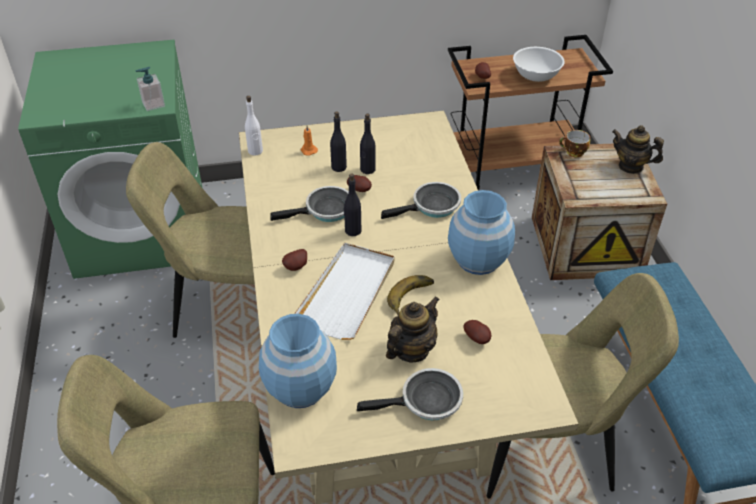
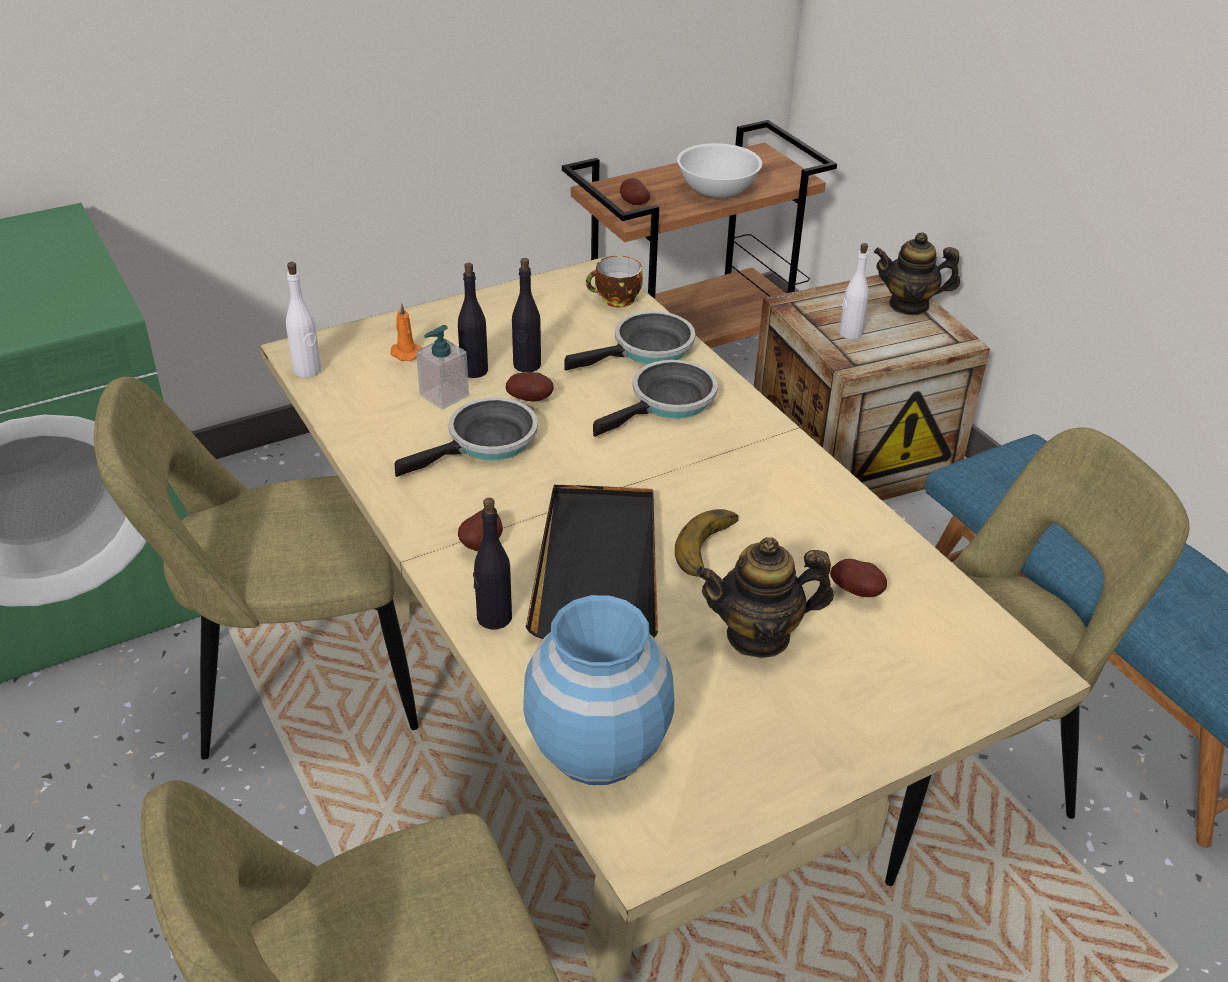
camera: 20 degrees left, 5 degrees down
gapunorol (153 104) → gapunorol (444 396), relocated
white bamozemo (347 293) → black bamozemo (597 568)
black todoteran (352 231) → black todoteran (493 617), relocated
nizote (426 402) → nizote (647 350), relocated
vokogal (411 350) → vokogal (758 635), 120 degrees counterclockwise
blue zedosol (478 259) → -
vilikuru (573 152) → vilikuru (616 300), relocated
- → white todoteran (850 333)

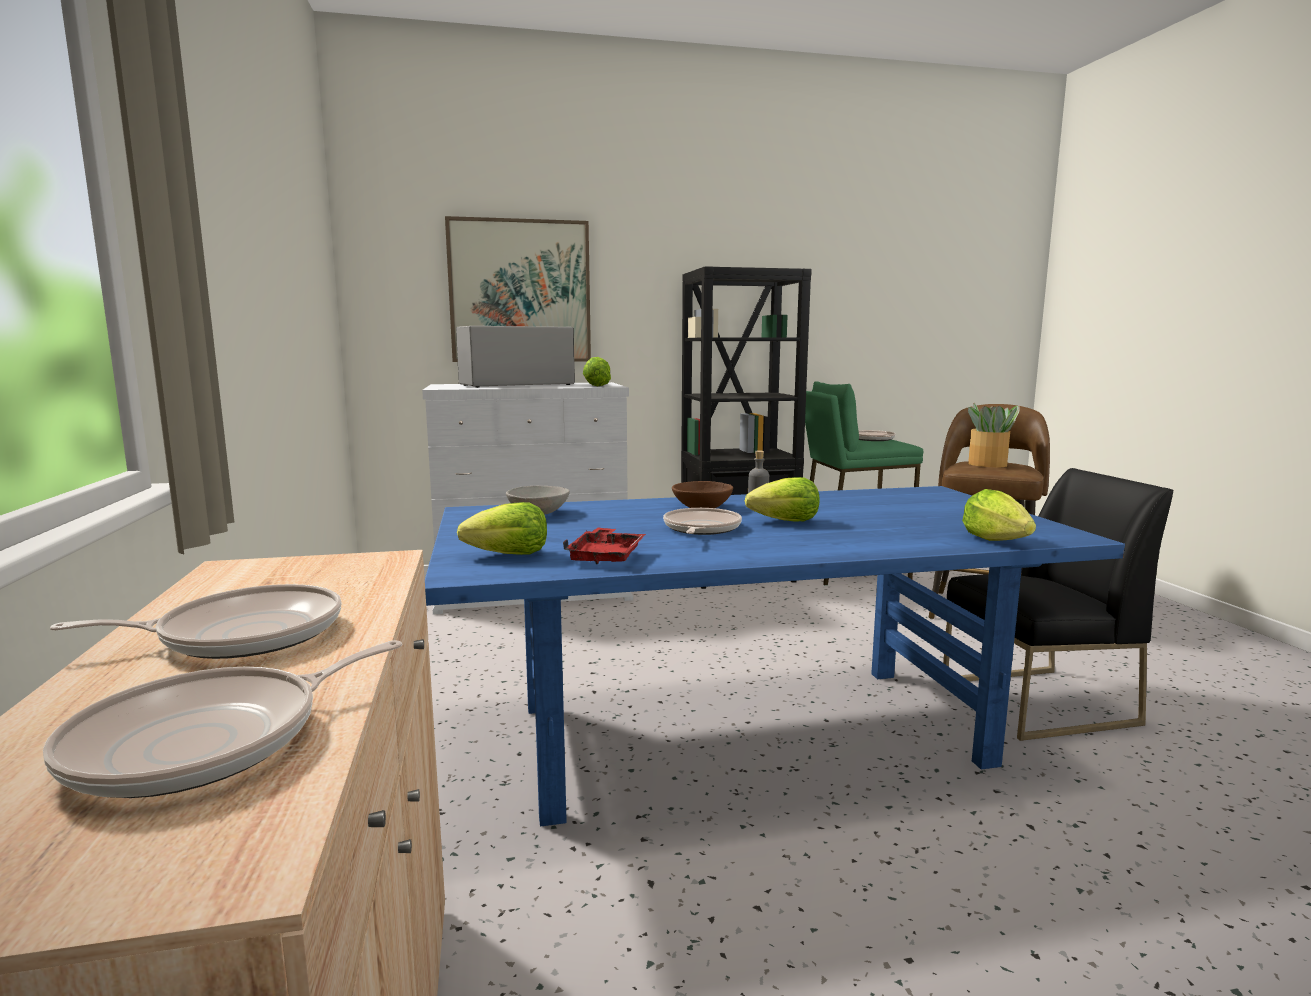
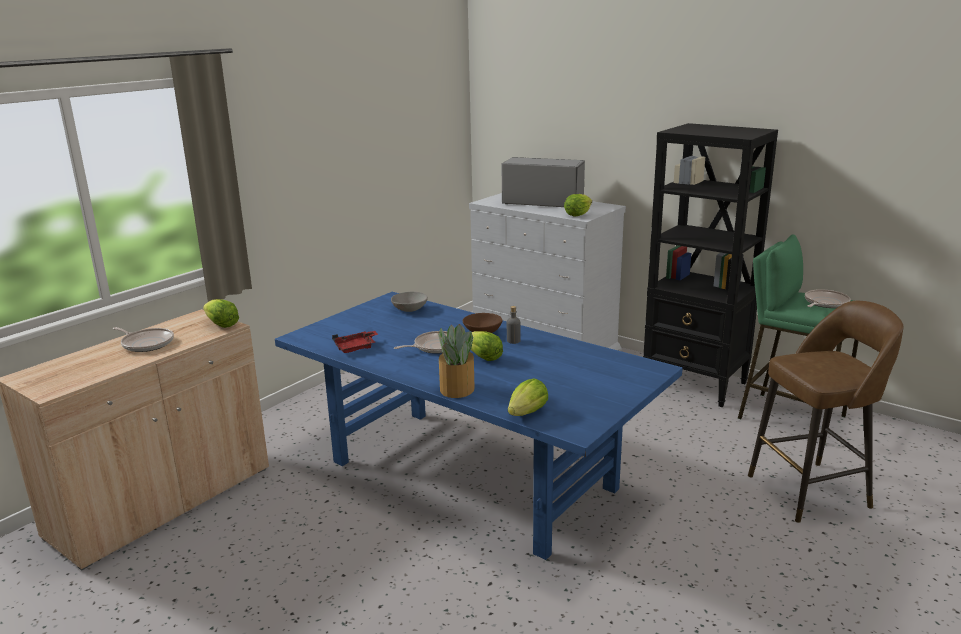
camera: 50 degrees right, 10 degrees up
nizote (210 741) → -
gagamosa (520 291) → -
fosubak (509 555) → fosubak (221 325), relocated
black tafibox (1037 703) → -
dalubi (988 464) → dalubi (456 389), relocated

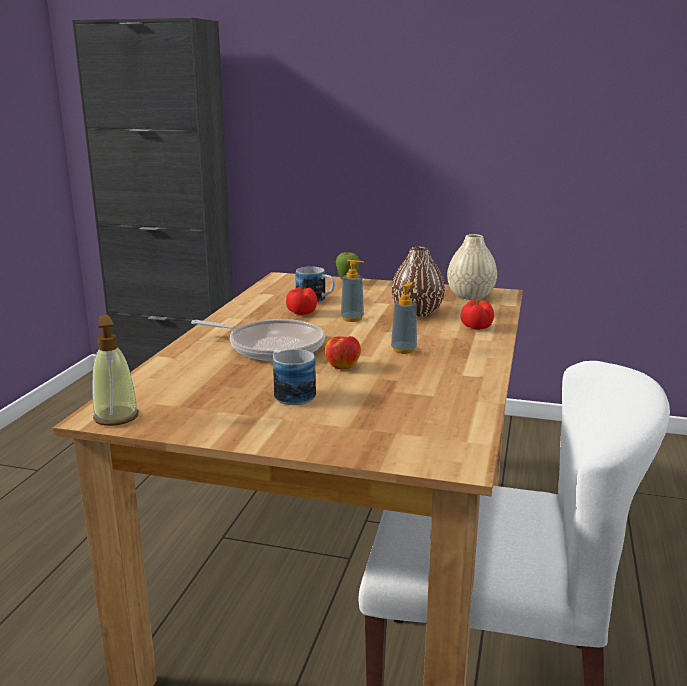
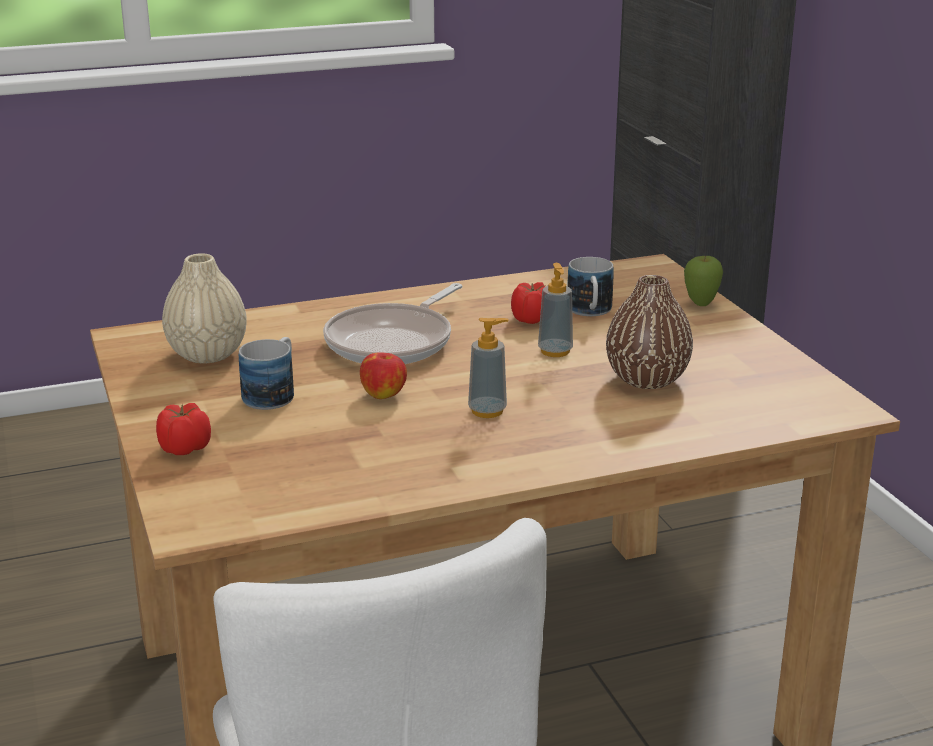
camera: 55 degrees right, 5 degrees up
gapunorol (116 416) → -
nizote (271 346) → nizote (394 342), 45 degrees clockwise
beige zedosol (470 296) → beige zedosol (207 354), relocated
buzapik (475 327) → buzapik (184 448), relocated

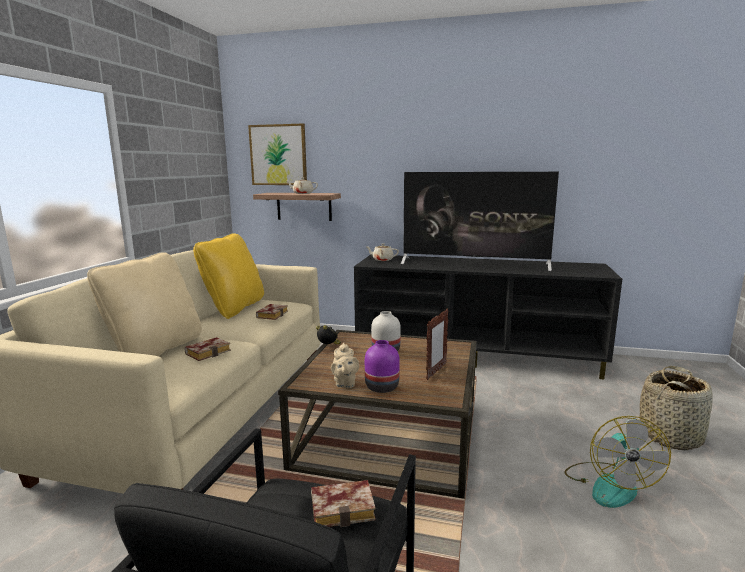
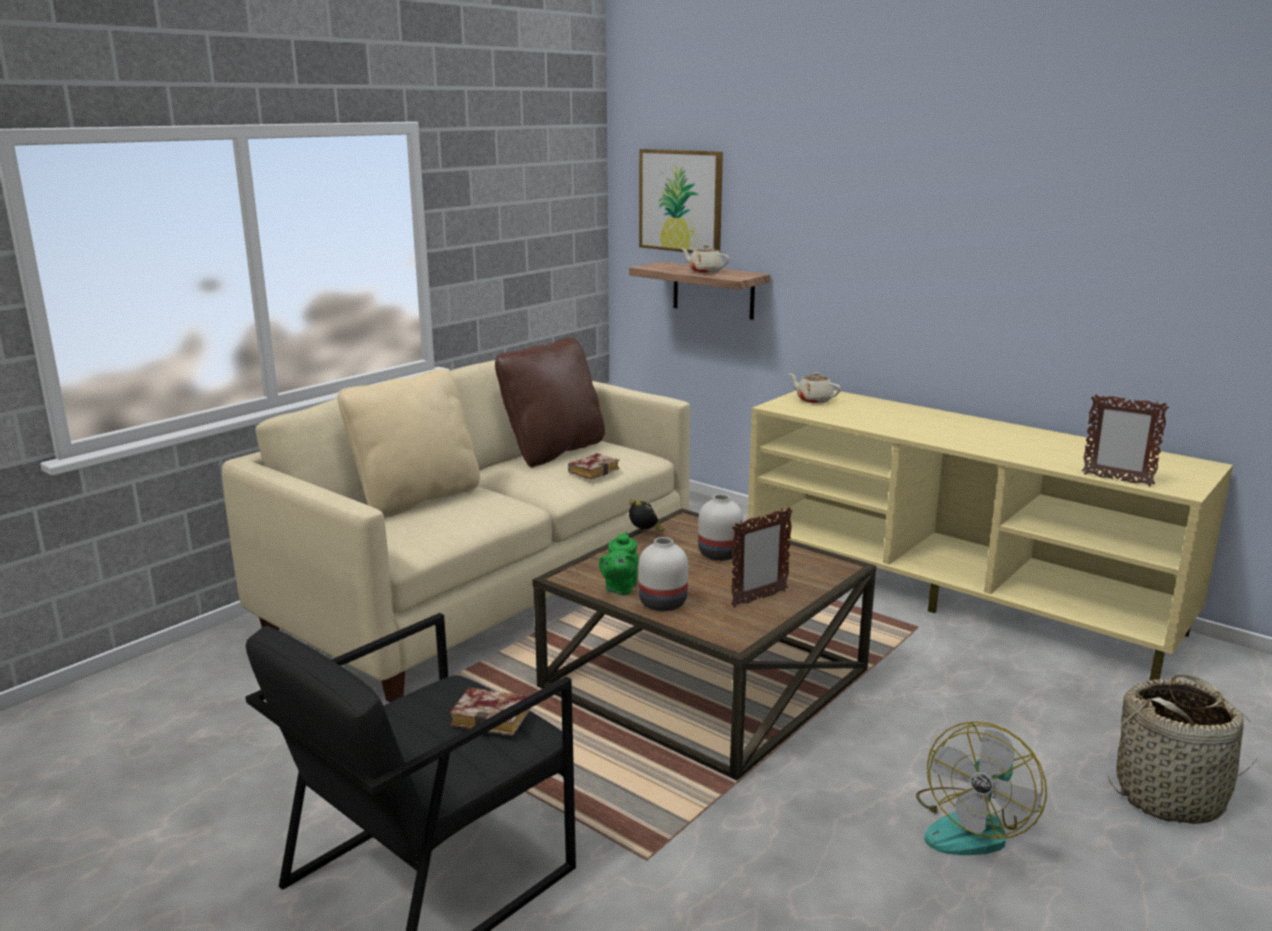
camera: 25 degrees right, 5 degrees up
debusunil (209 352) → -
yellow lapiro (234 308) → brown lapiro (553 451)
beige vokogal (344 383) → green vokogal (620 588)
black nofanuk (476 355) → beige nofanuk (955 593)
purple zedosol (382 387) → white zedosol (664 603)
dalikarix (474 264) → -
- → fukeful (1116 480)

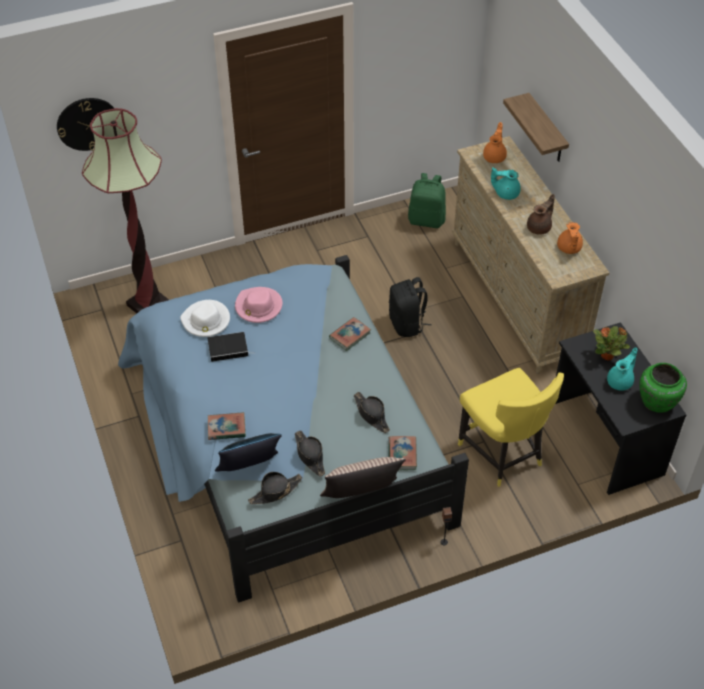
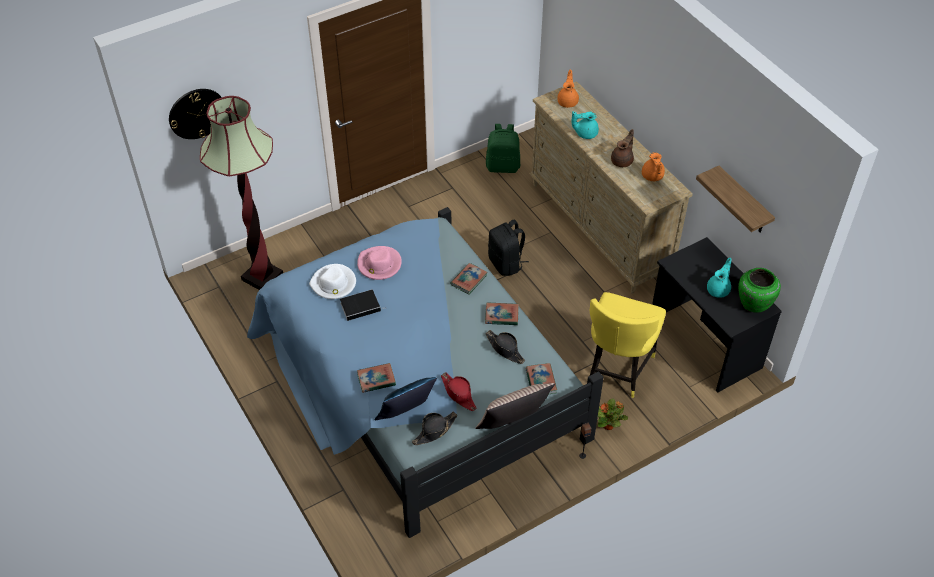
camera: 10 degrees left, 0 degrees up
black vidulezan (310 456) → red vidulezan (458 394)
yellow tafibox (502 454) → yellow tafibox (617 370), 60 degrees clockwise
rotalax (546 130) → rotalax (743 202), relocated
dalubi (607 356) → dalubi (608 425), relocated
- → debusunil (501 316)

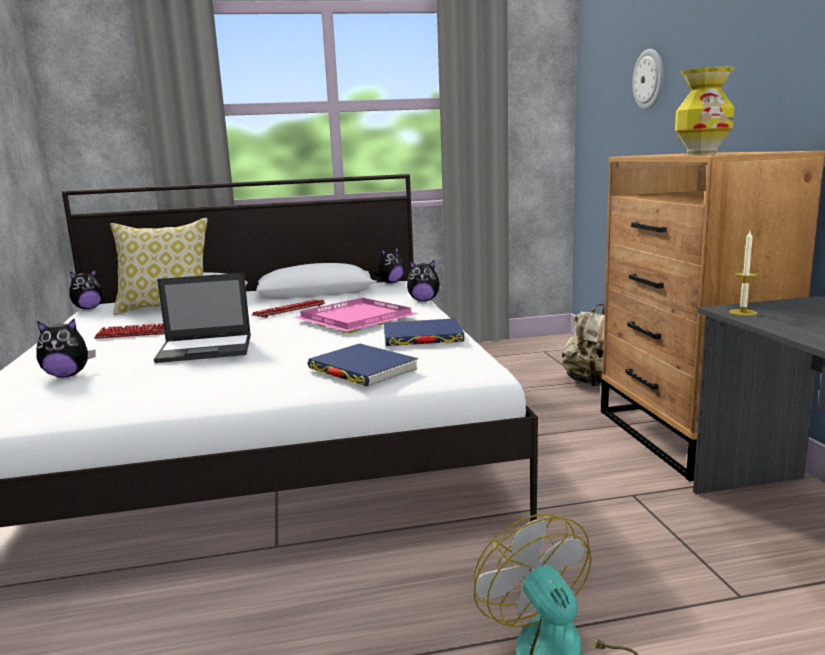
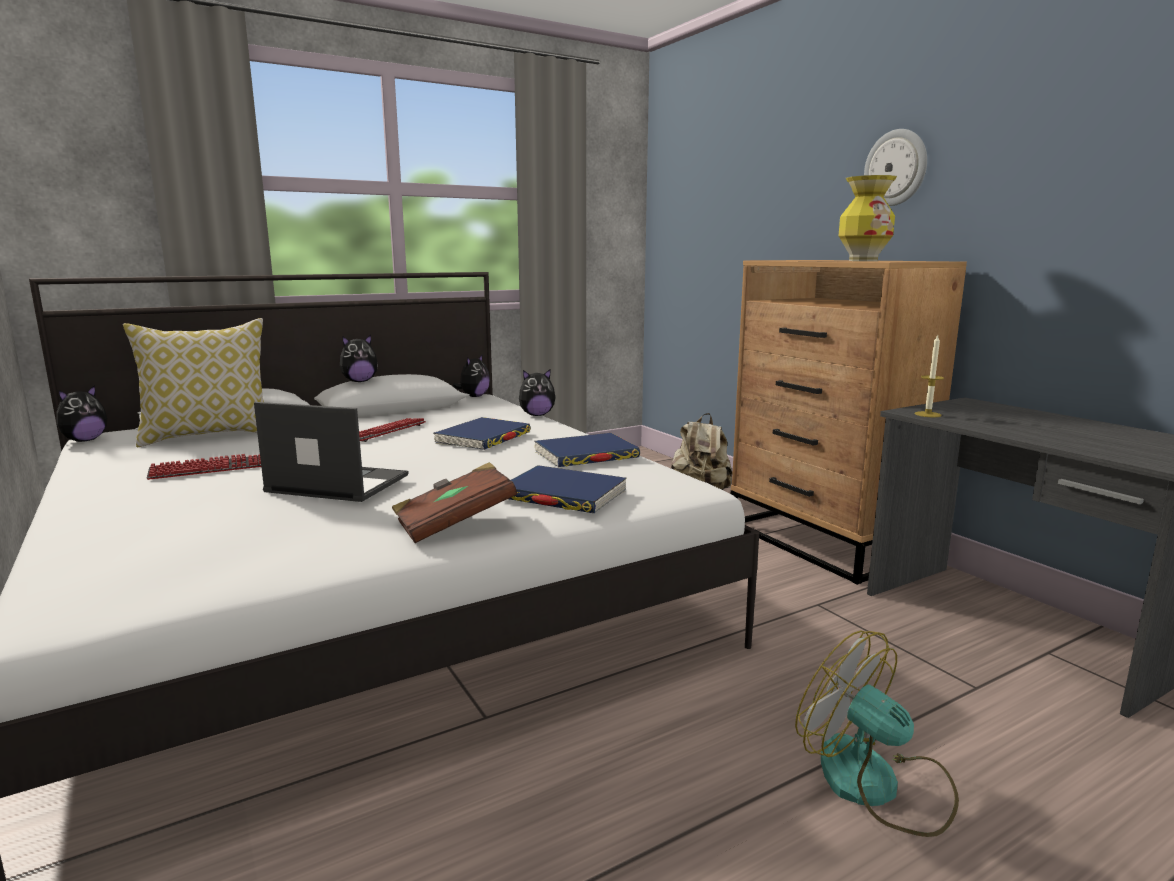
camera: 20 degrees left, 0 degrees up
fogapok (67 375) → fogapok (359 381), relocated
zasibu (206 349) → zasibu (336 483), 135 degrees counterclockwise
pink bamozemo (356 319) → blue debusunil (483 438)
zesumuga (649 79) → zesumuga (896 168), relocated
- → brown debusunil (454 524)

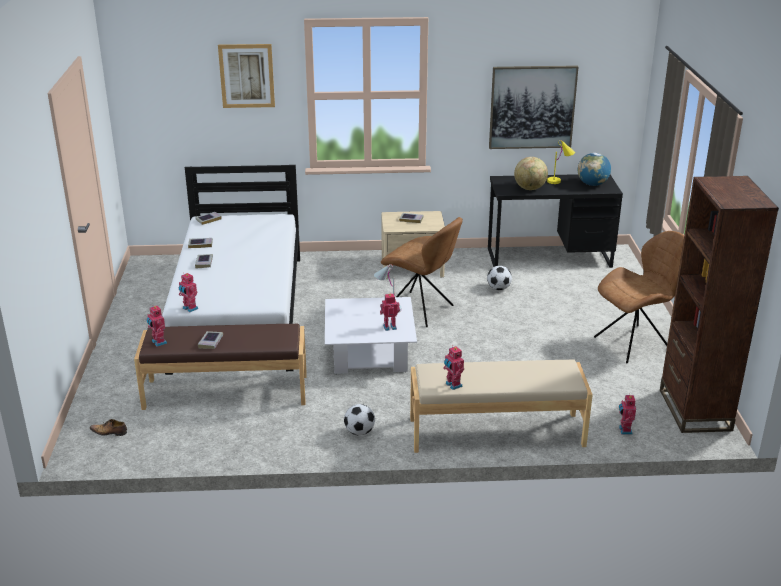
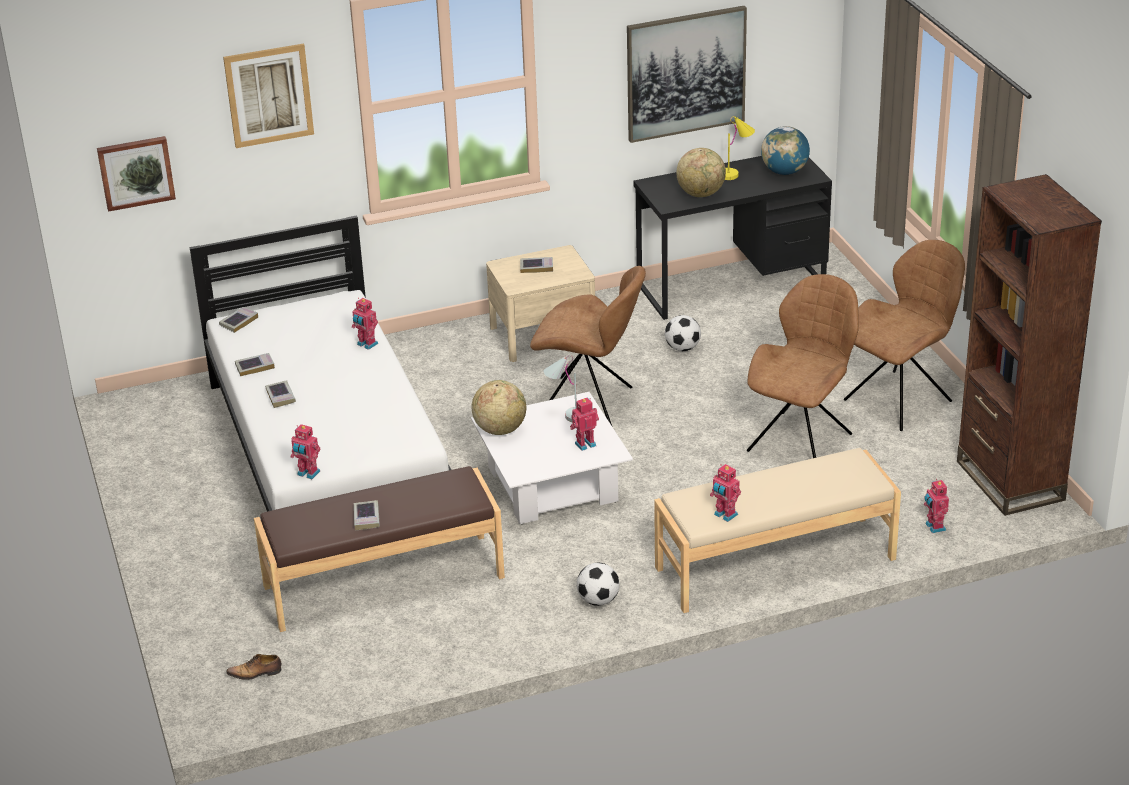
camera: 15 degrees left, 5 degrees up
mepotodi (158 342) → mepotodi (366 344), relocated
- → gagamosa (136 172)
- → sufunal (500 429)
- → brown tafibox (801 440)

